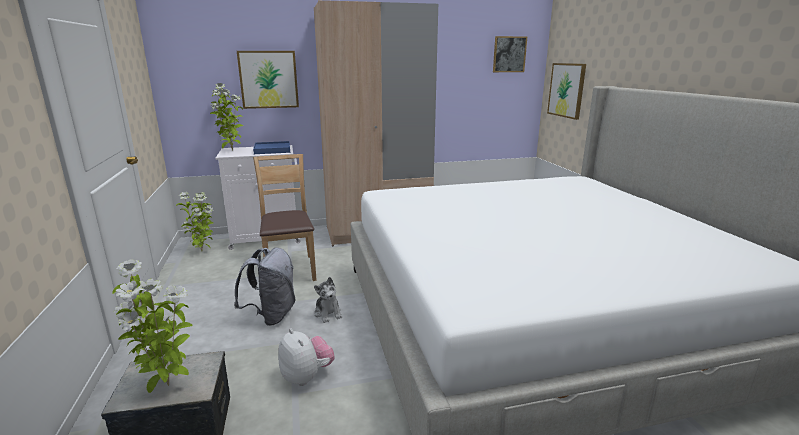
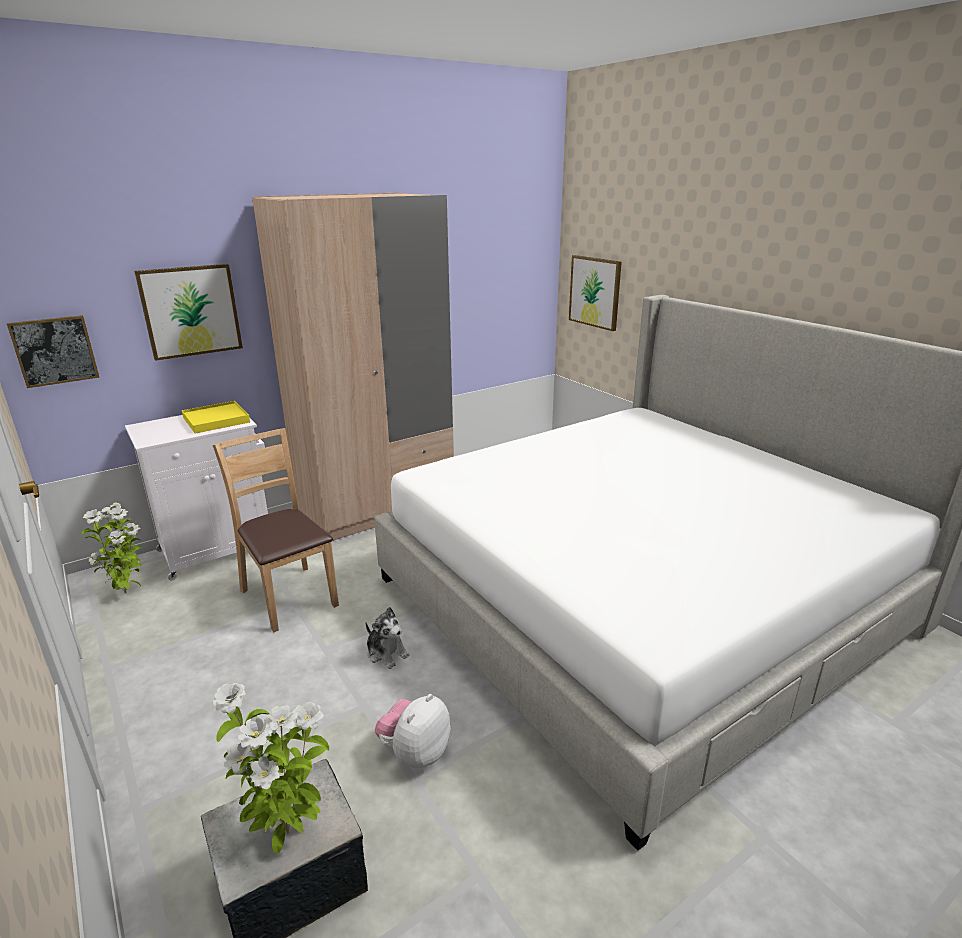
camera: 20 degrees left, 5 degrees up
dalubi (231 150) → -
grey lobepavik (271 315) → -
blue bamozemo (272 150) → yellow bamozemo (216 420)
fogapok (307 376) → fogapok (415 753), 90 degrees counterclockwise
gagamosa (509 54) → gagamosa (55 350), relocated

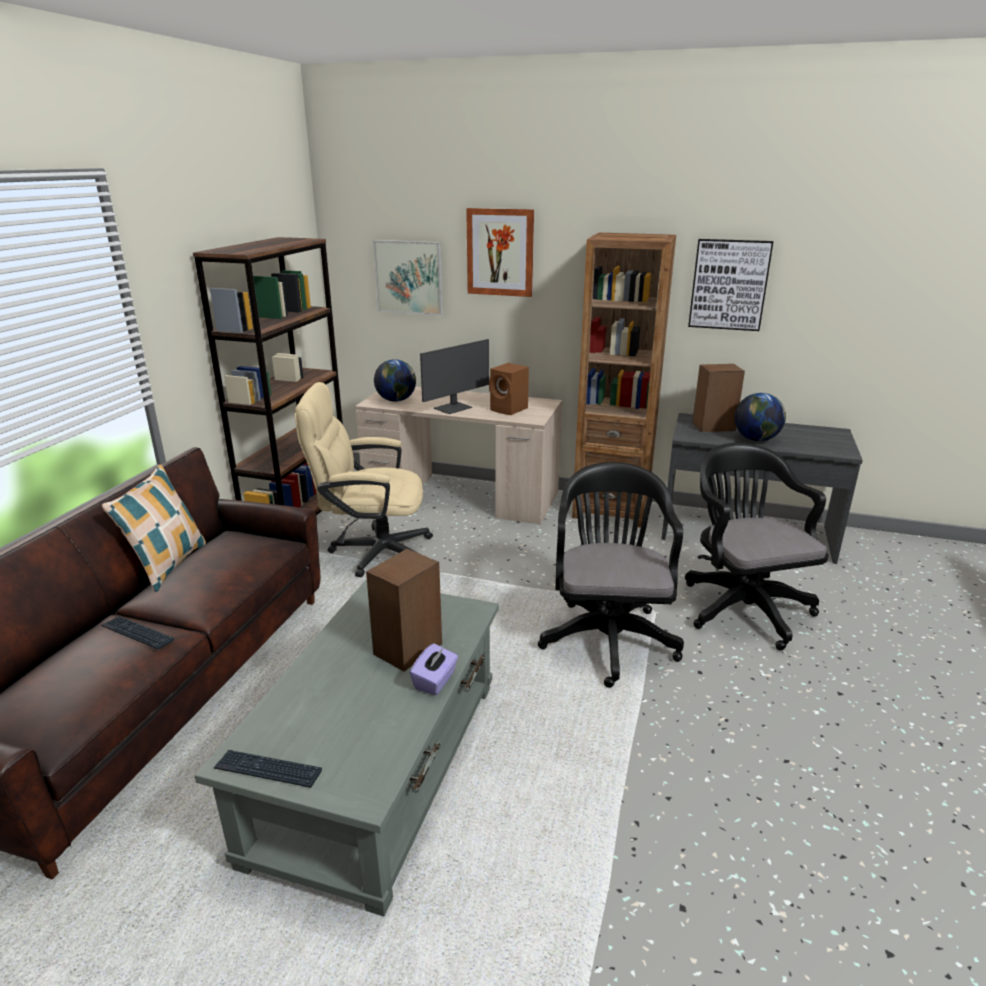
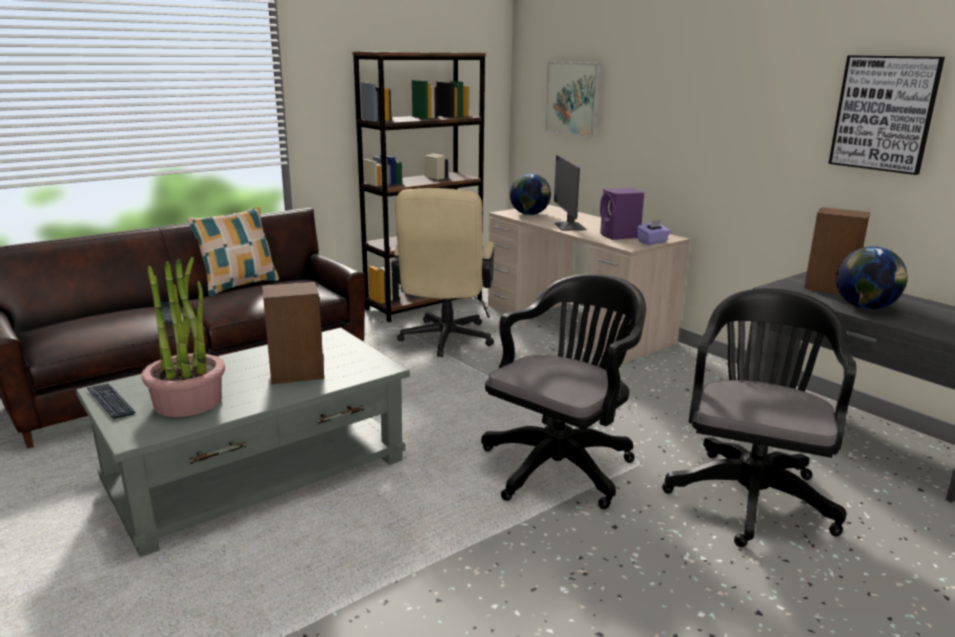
camera: 35 degrees right, 5 degrees down
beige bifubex (372 551) → beige bifubex (445 341), 120 degrees counterclockwise
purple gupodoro (435 681) → purple gupodoro (652 242), relocated
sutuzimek (453 408) → sutuzimek (569 227), 90 degrees clockwise
gagamosa (500 252) → -
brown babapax (509 409) → purple babapax (620 236)
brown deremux (611 510) → -
- → dalubi (188 401)

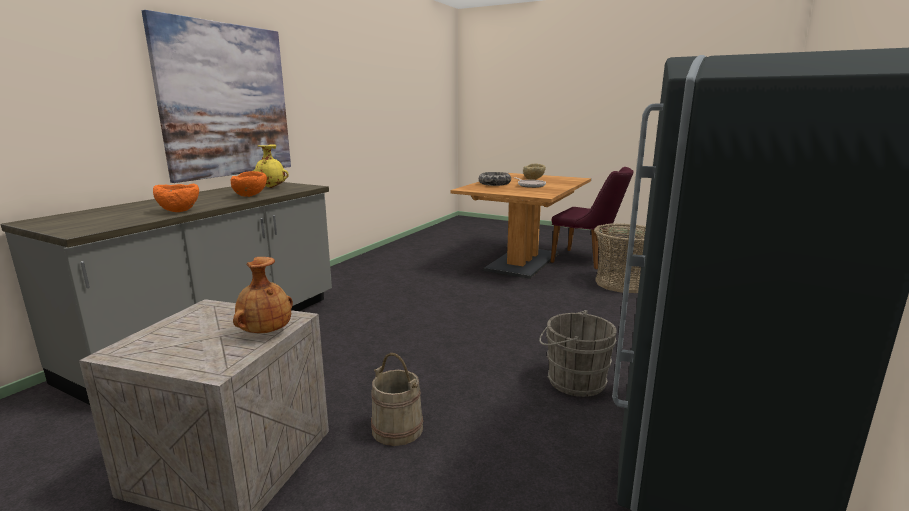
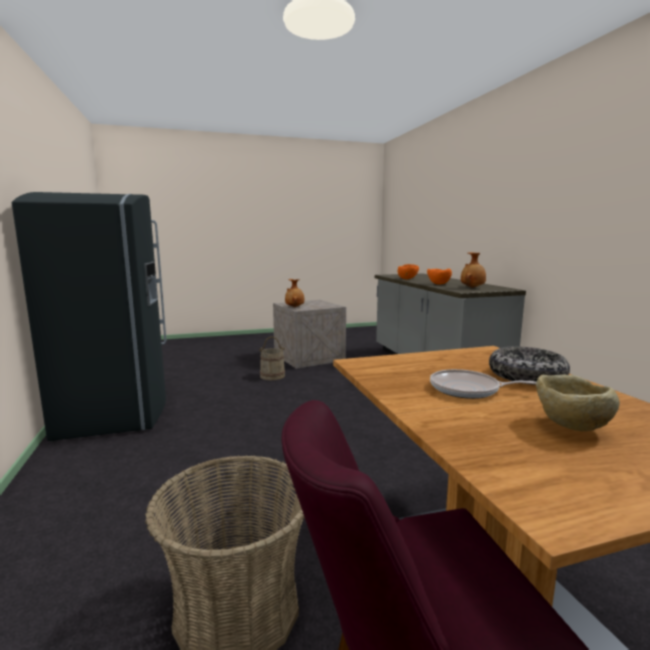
camera: 135 degrees right, 5 degrees down
gagamosa (226 101) → -
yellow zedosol (271 187) → brown zedosol (473 287)
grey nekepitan (572 380) → -

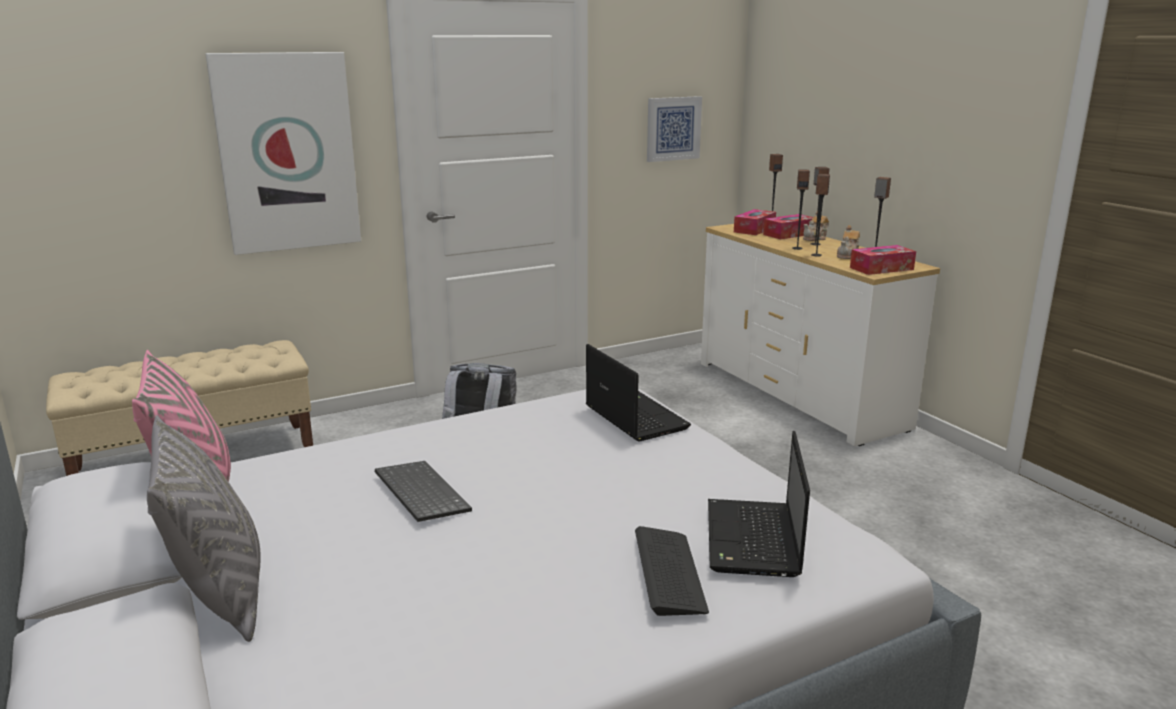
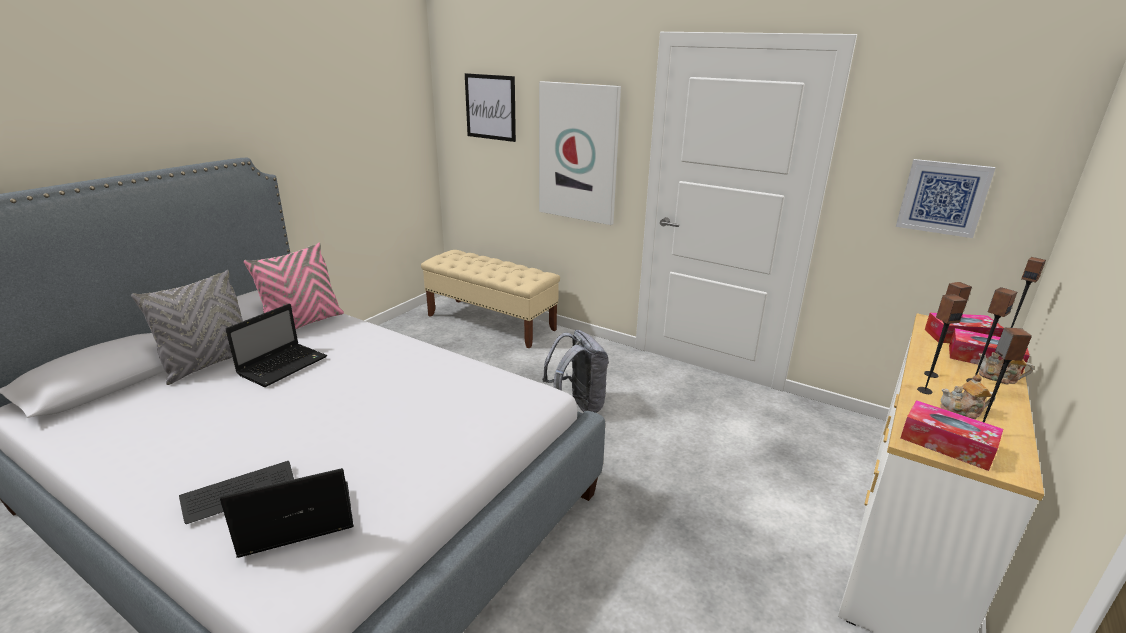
camera: 60 degrees right, 5 degrees up
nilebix (418 493) → -
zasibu (634 417) → zasibu (284 365), relocated
- → gagamosa (490 107)

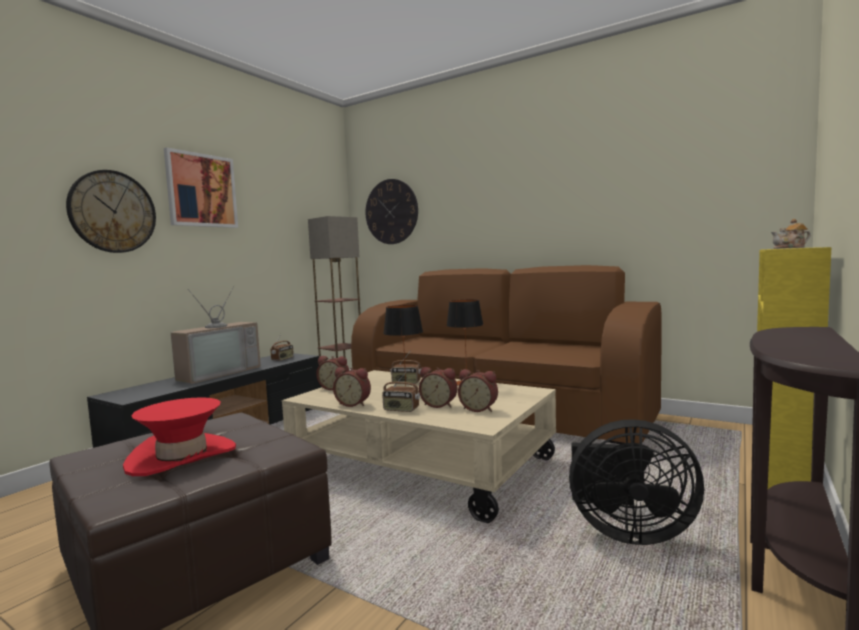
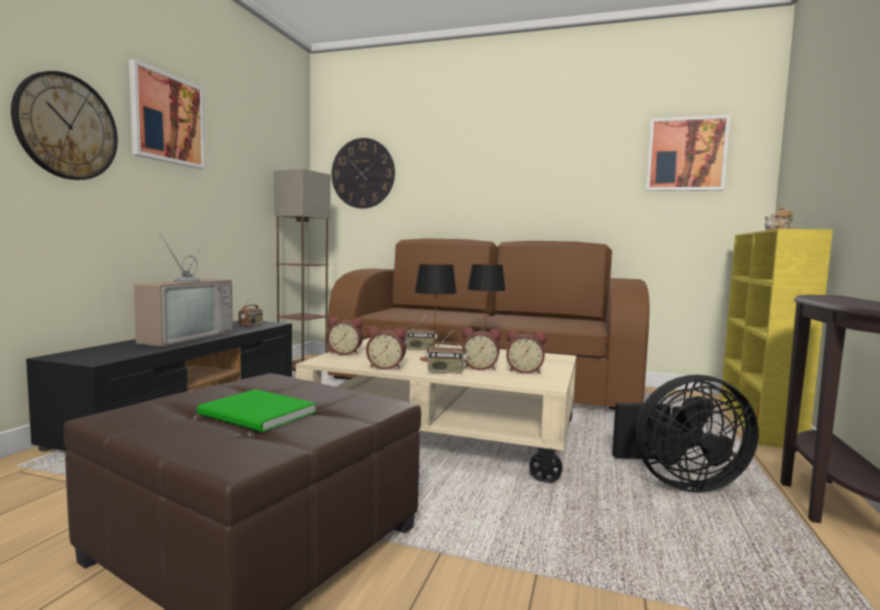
camera: 15 degrees left, 0 degrees up
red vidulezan (182 456) → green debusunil (257 414)
- → gagamosa (686 154)

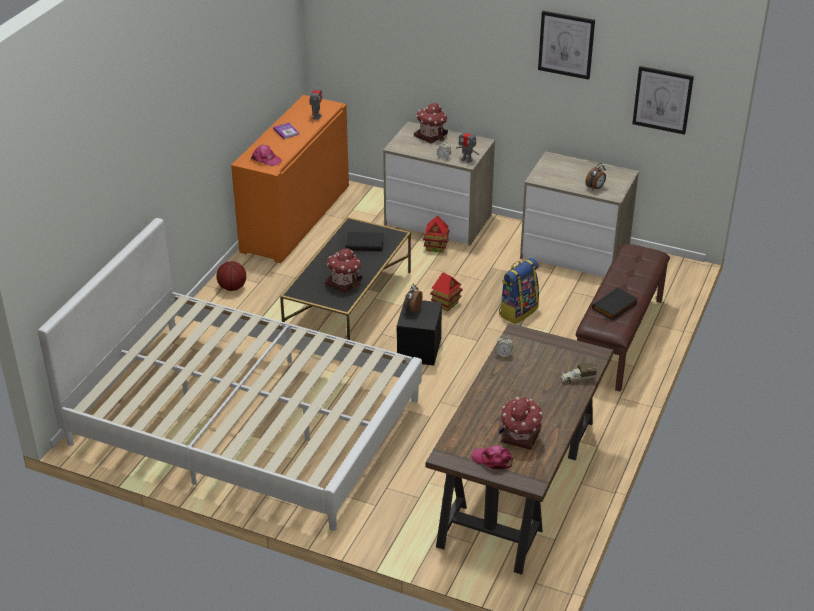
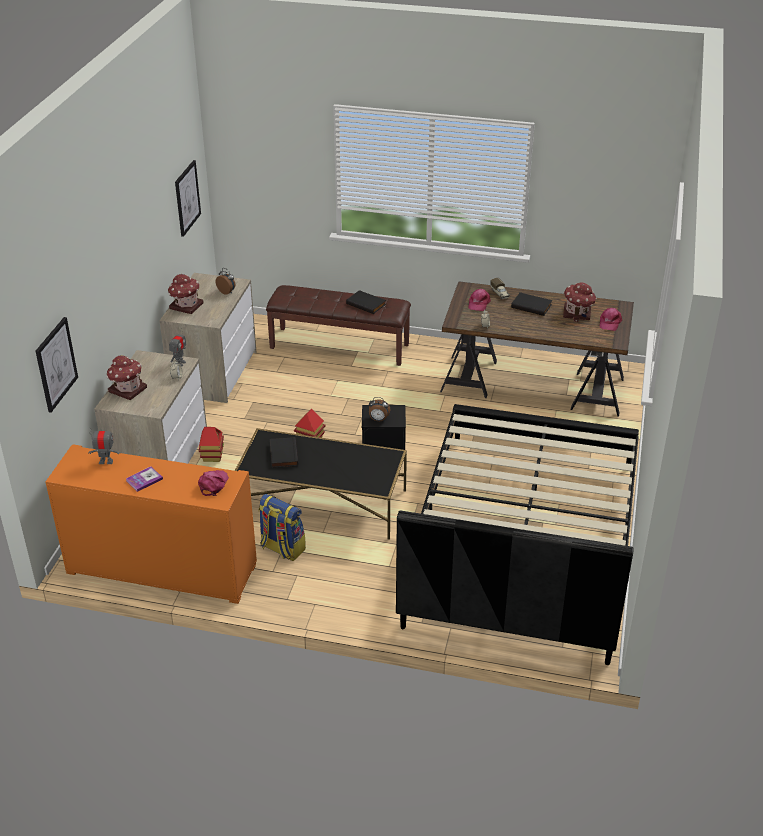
camera: 100 degrees left, 0 degrees up
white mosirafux (245 421) → black mosirafux (522 542)
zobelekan (232 287) → -
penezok (344 282) → penezok (186 306), relocated
lobepavik (518 311) → lobepavik (282 548), relocated
gagamosa (566 44) → gagamosa (56 364), relocated
- → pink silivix (478 303)
- → black debusunil (532 306)

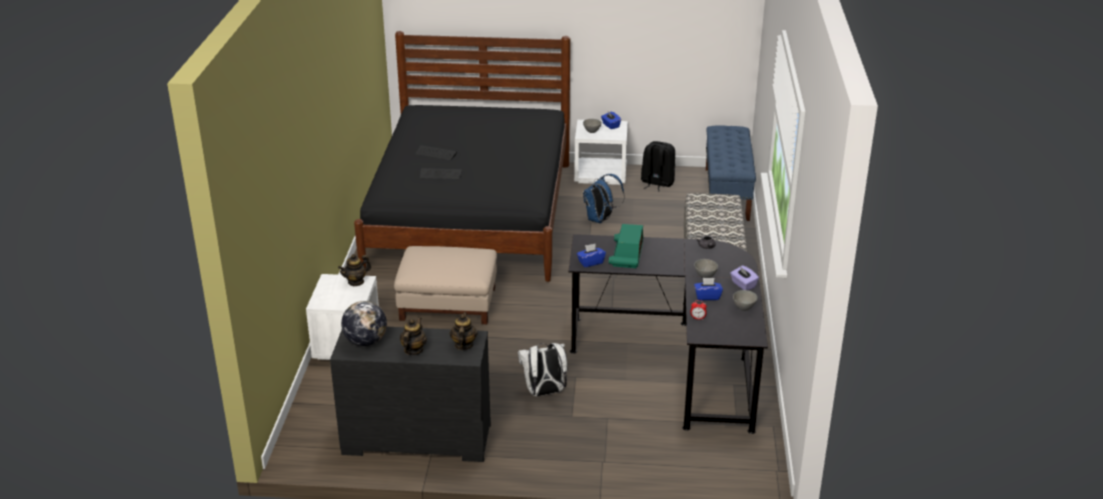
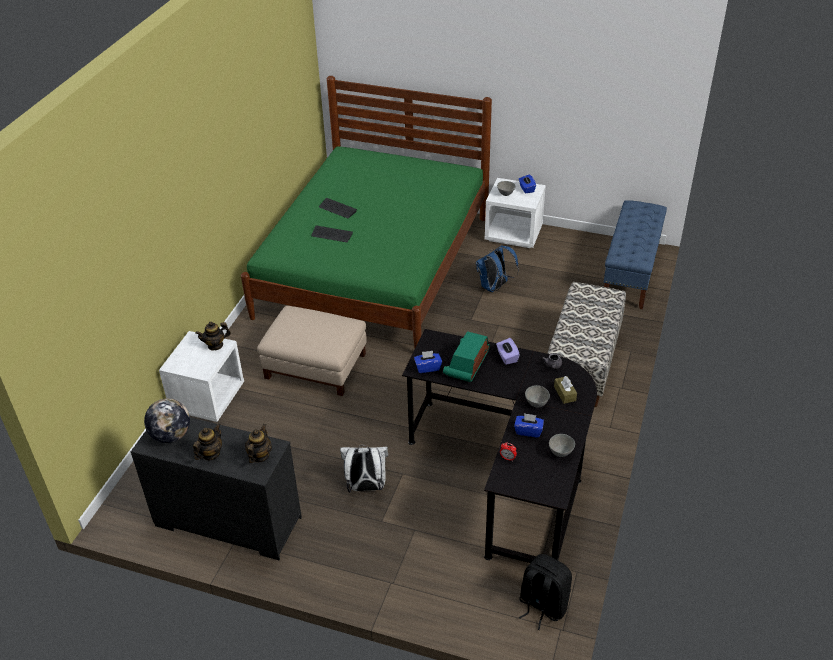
camera: 15 degrees right, 10 degrees up
black mosirafux (471 215) → green mosirafux (375 266)
black lobepavik (656 183) → black lobepavik (542 605), relocated
purple gupodoro (743 285) → purple gupodoro (507 357), relocated
- → brown gupodoro (565 393)

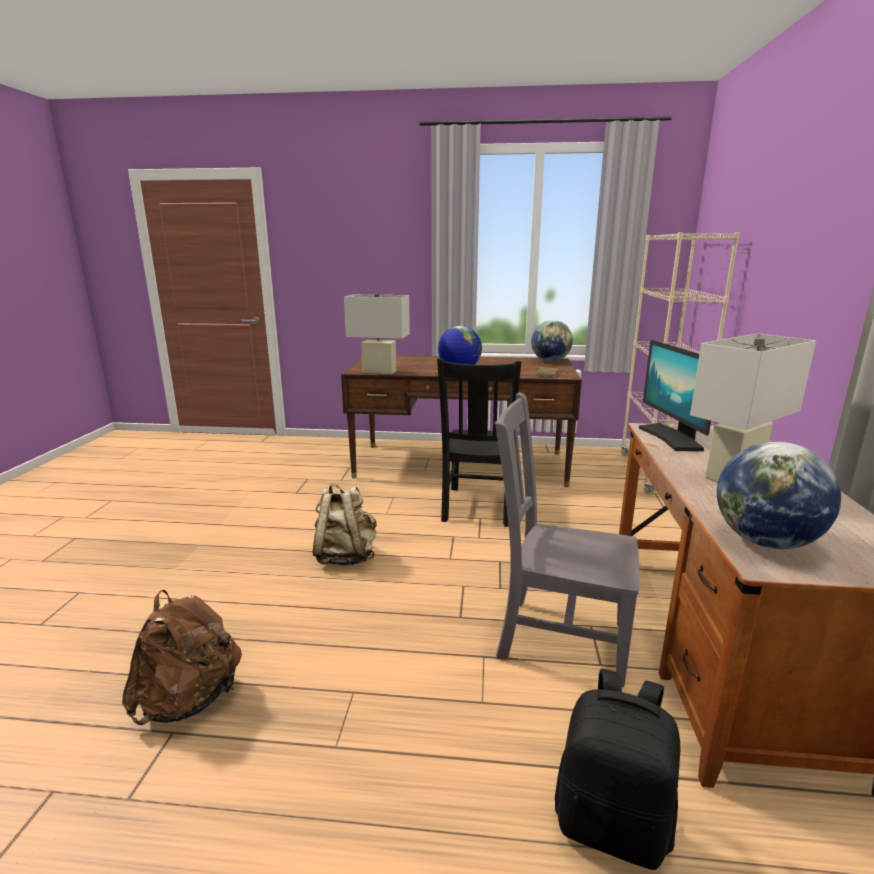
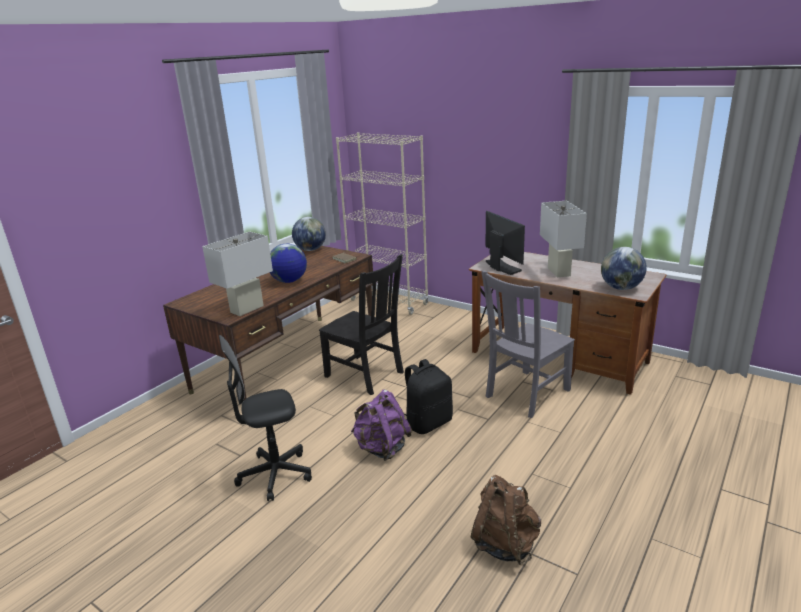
camera: 60 degrees left, 5 degrees up
beige lobepavik (345 556) → purple lobepavik (382 448)
black lobepavik (612 823) → black lobepavik (428 423), relocated
sutuzimek (671 438) → sutuzimek (502 267), 135 degrees counterclockwise
- → black bifubex (275 475)

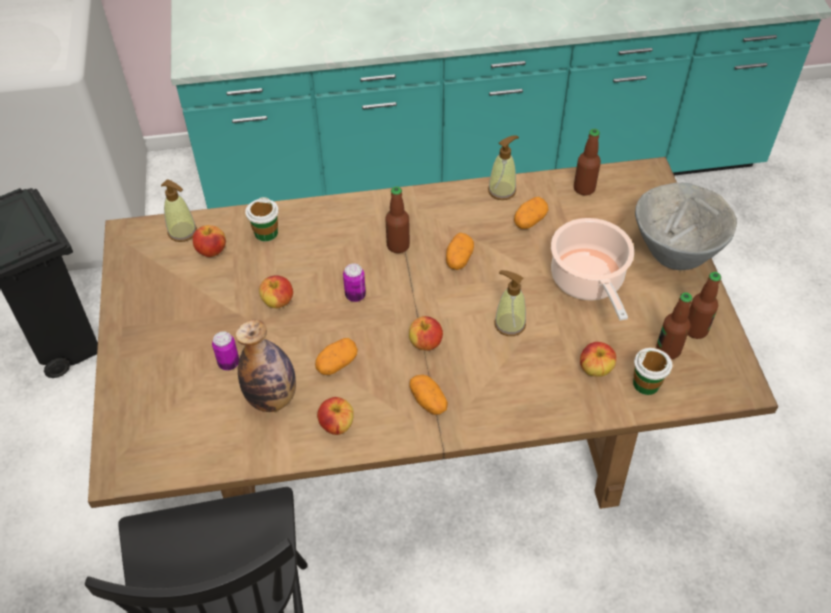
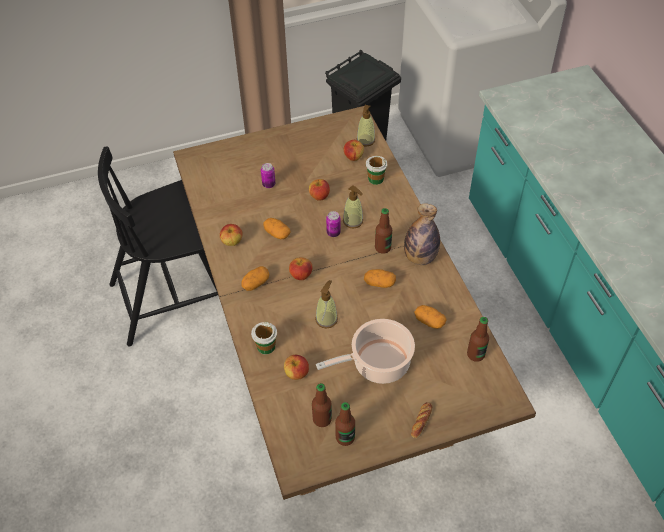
camera: 80 degrees right, 0 degrees up
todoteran (272 398) → todoteran (420 257), relocated
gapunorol (502 190) → gapunorol (353 221), relocated
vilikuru (646 384) → vilikuru (266 346), relocated
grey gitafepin (674 253) → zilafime (421 421)

